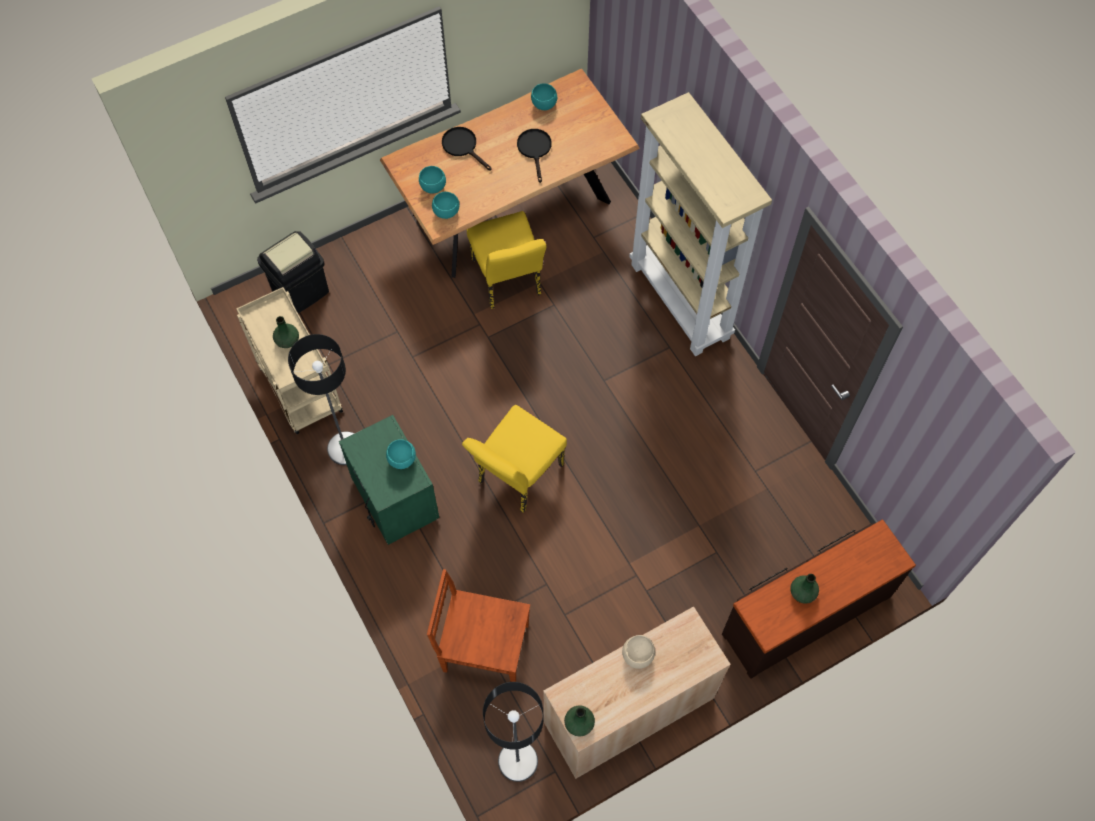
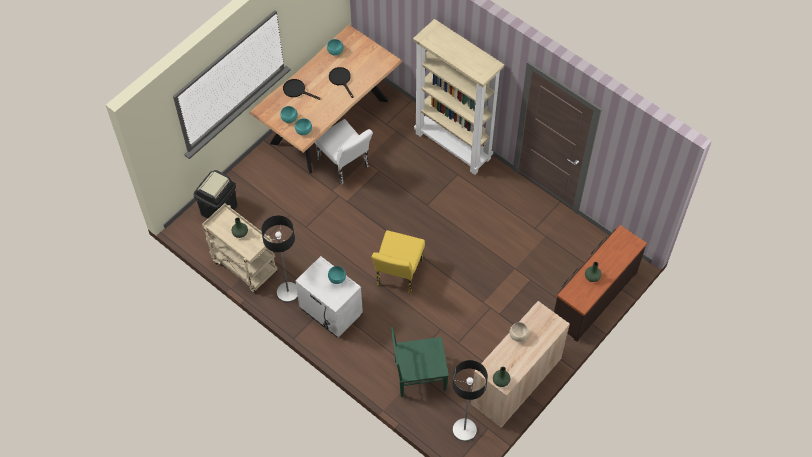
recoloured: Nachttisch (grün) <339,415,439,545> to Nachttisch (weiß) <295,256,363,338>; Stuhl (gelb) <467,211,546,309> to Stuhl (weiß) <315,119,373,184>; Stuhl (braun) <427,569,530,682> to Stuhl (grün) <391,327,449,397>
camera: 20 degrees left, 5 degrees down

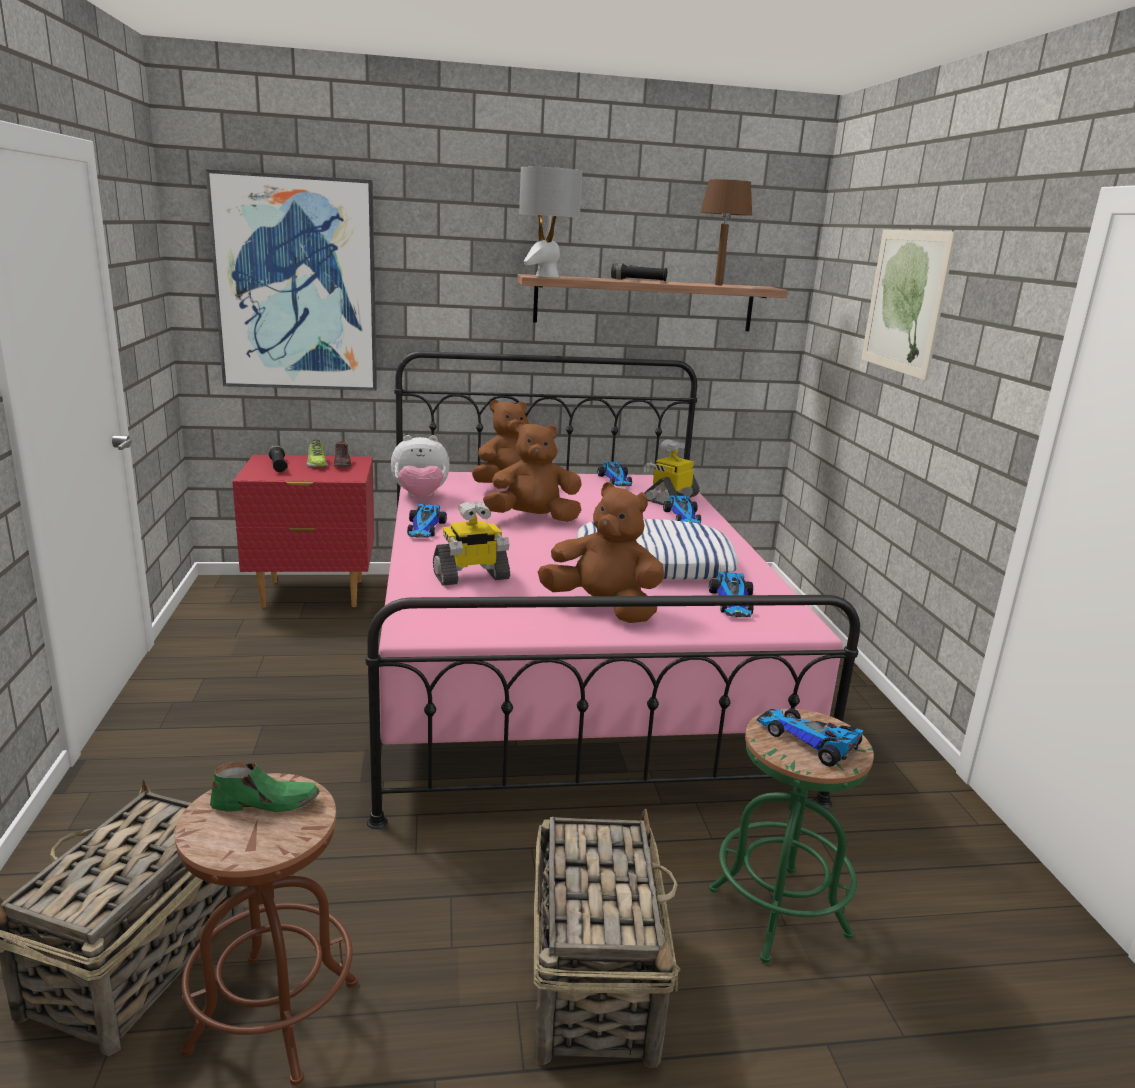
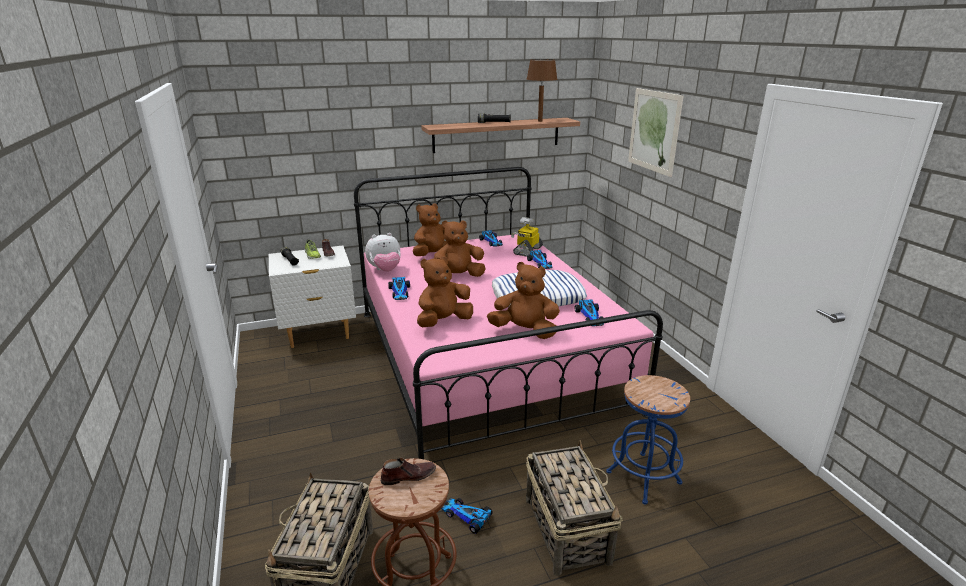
removed: Bild <205,169,377,391>; Tischlampe (grau) <519,167,582,278>
moved: Spielzeugauto <757,708,864,767> to <441,498,493,534>
replaced: Spielzeugroboter <433,501,510,586> to Plüschtier (braun) <417,256,473,327>
recoloured: Nachttisch (rot) <232,455,374,608> to Nachttisch (weiß) <269,246,356,348>; Schuh (grün) <210,762,320,812> to Schuh (braun) <381,458,436,485>; Hocker (grün) <709,709,874,963> to Hocker (blau) <606,375,690,505>
camera: 10 degrees left, 5 degrees up

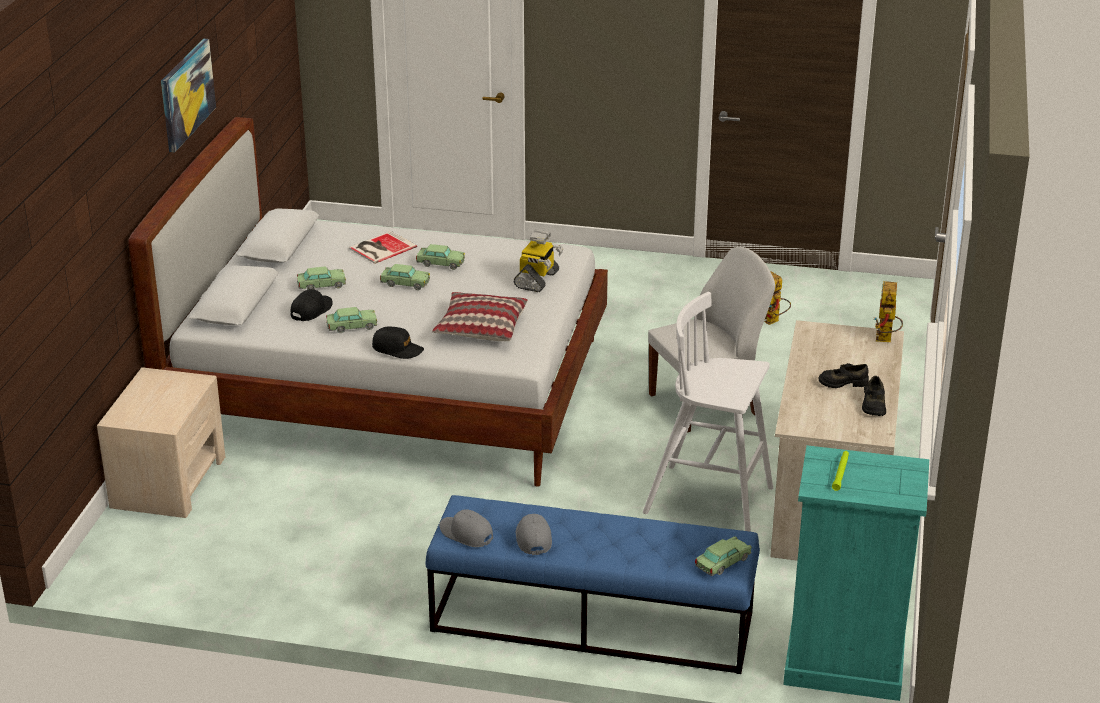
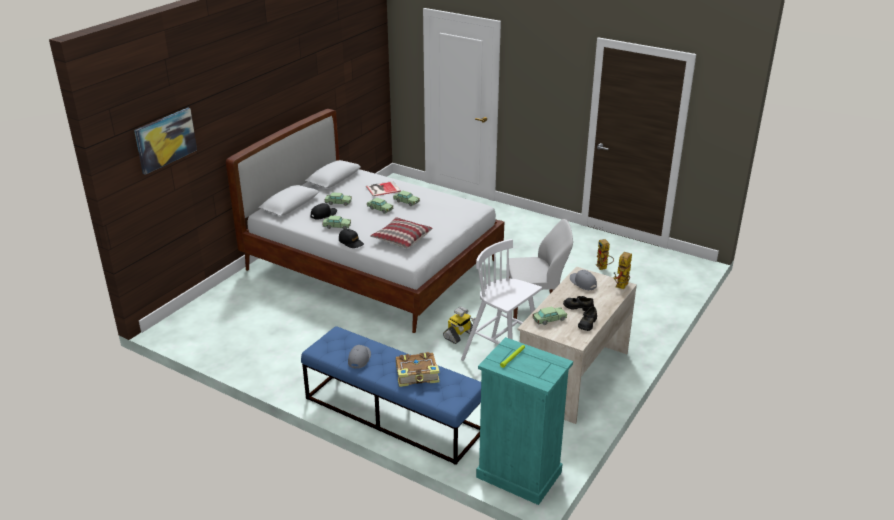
removed: Nachttisch (beige) <97,367,225,518>
added: Buch <396,352,440,387>
moved: Bild <161,39,216,152> to <134,108,197,175>; Spielzeugroboter <513,230,564,292> to <443,307,476,344>; Spielzeugauto <695,536,752,576> to <533,307,567,325>; Kappe (grau) <439,509,493,547> to <570,270,597,290>
camera: 20 degrees right, 0 degrees up

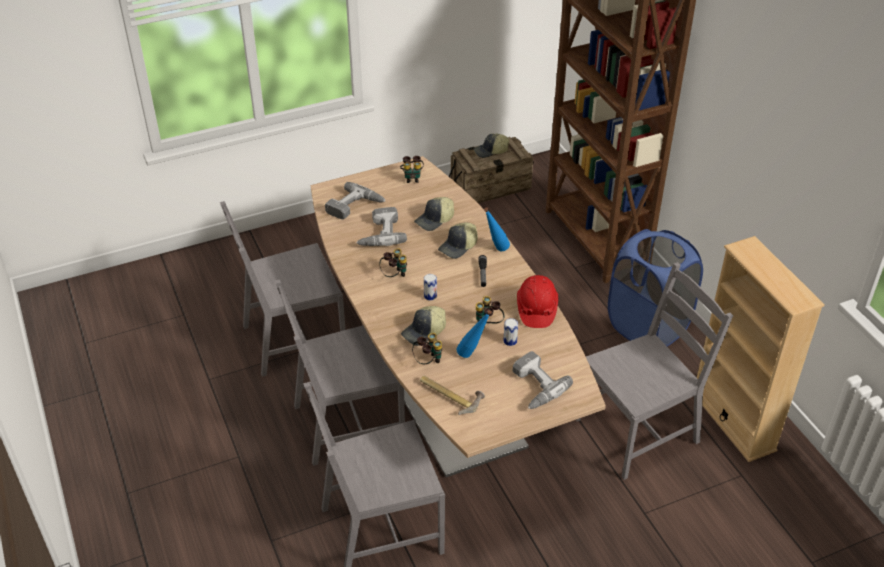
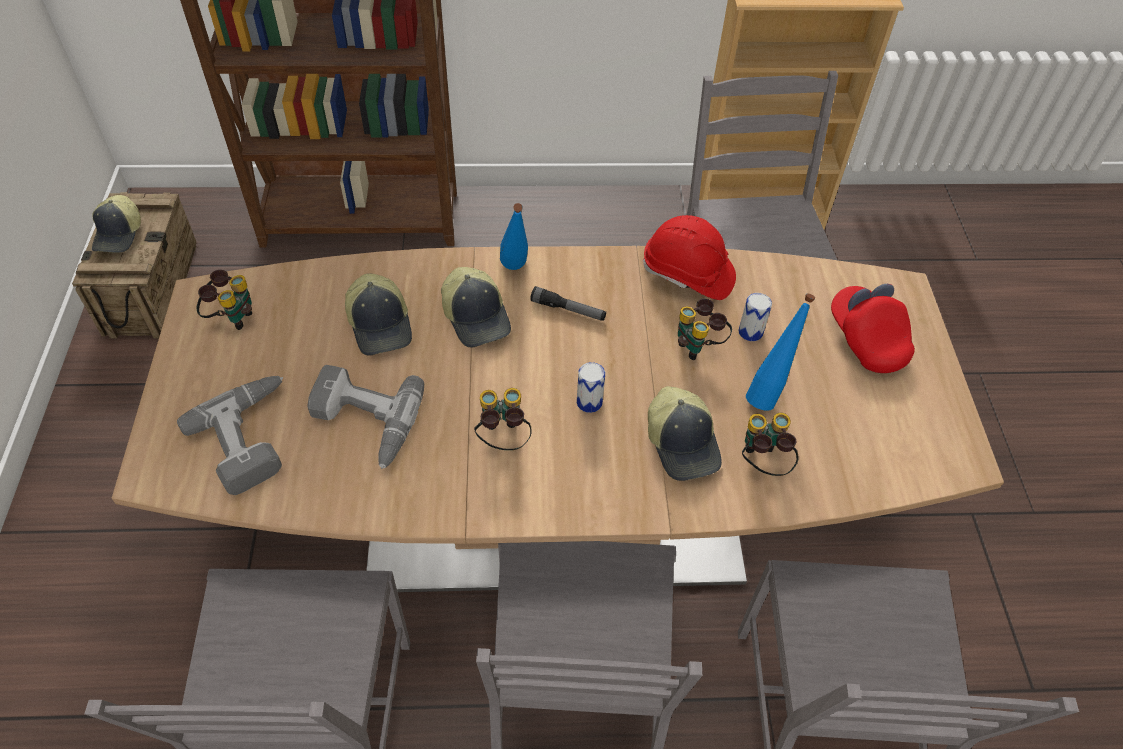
removed: Hammer <420,376,485,415>; Wäschekorb (blau) <608,229,703,347>
replaced: Bohrmaschine <513,351,573,409> to Kappe (rot) <831,284,915,373>
camera: 70 degrees left, 10 degrees up

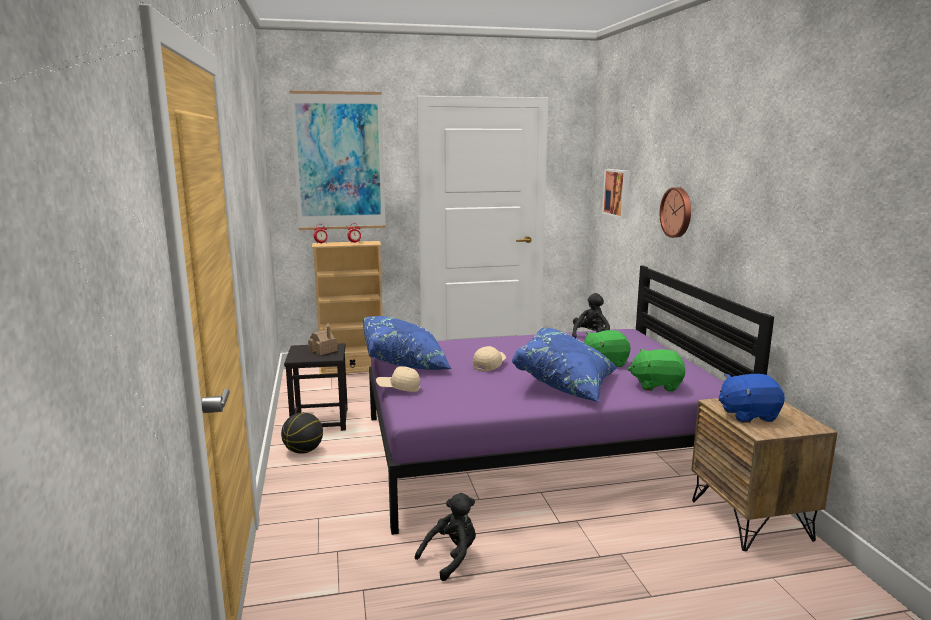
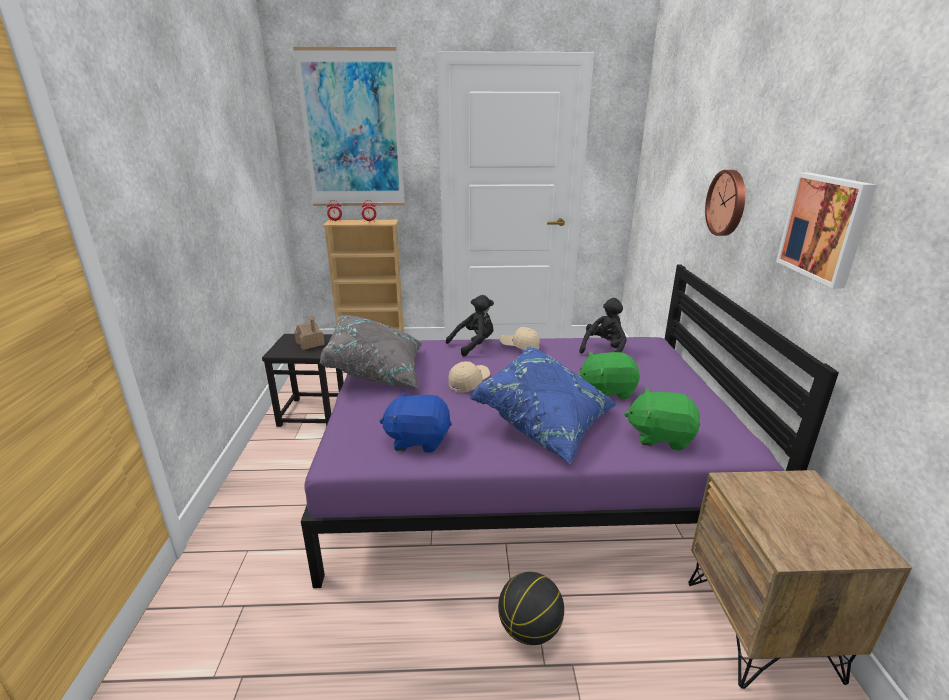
moved: Plüschtier (blau) <718,374,785,423> to <379,392,452,452>; Plüschtier (schwarz) <415,493,476,581> to <446,295,494,357>; Basketball <281,412,323,454> to <498,572,564,645>; Kappe (beige) <376,366,420,392> to <499,327,540,350>; Bild <602,169,630,219> to <776,173,877,288>
recoloured: Kissen (blau) <362,316,451,370> to Kissen (grau) <320,315,423,388>
camera: 10 degrees right, 10 degrees up

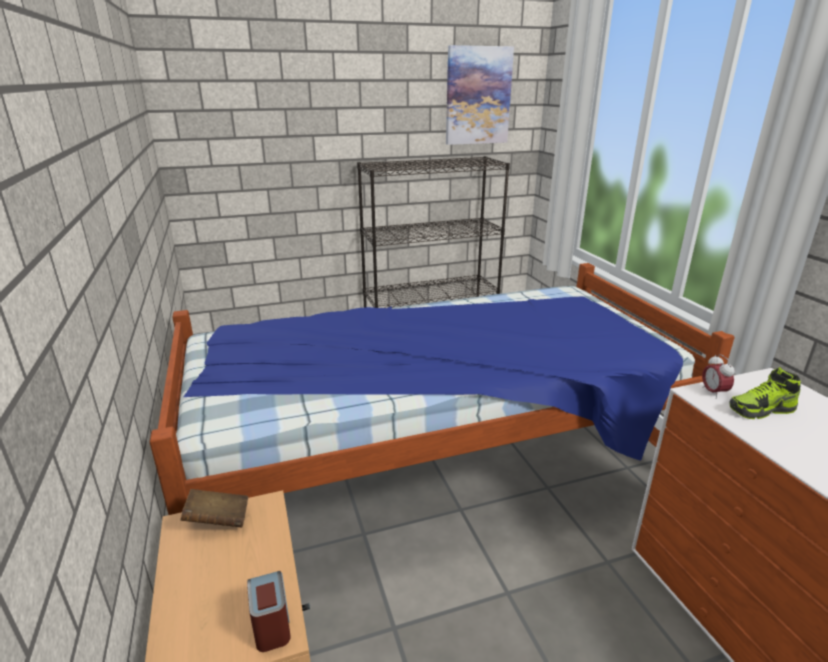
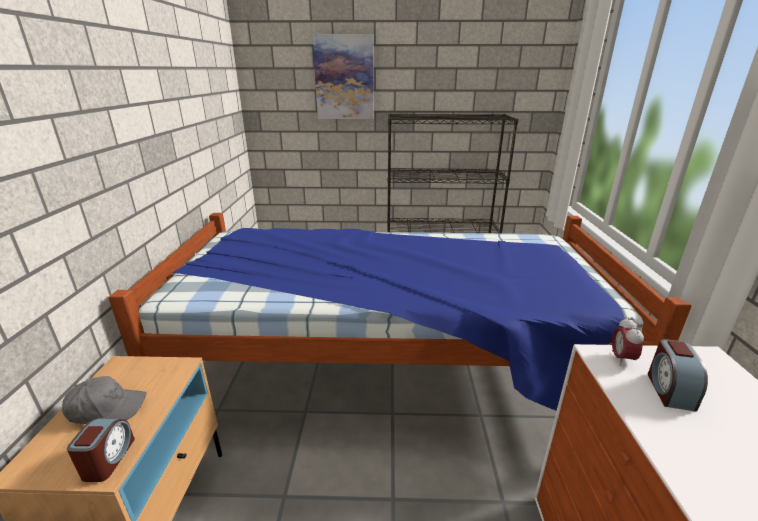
removed: Buch (braun) <180,489,248,528>
added: Kappe (grau) <62,376,146,424>
moved: Bild <446,45,514,145> to <312,34,374,119>
replaced: Schuh <729,367,801,419> to Wecker <648,339,708,412>
camera: 20 degrees right, 0 degrees up

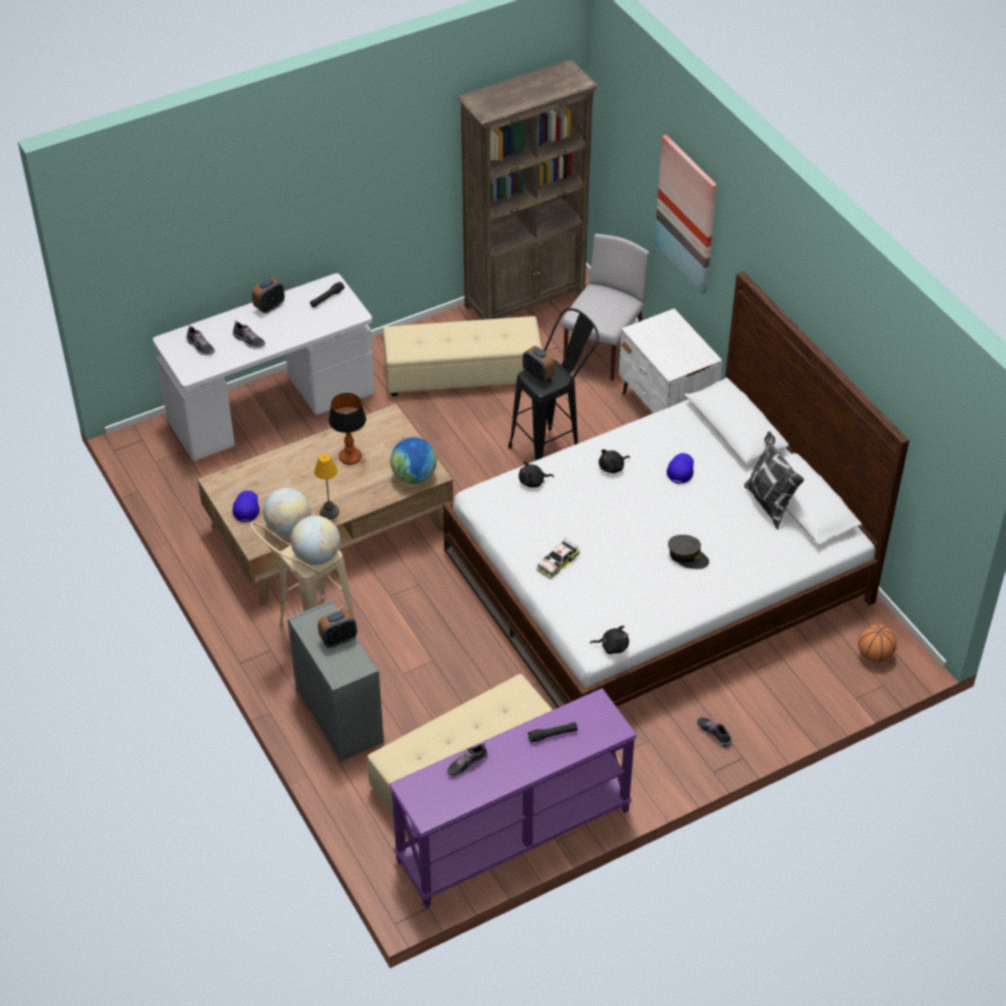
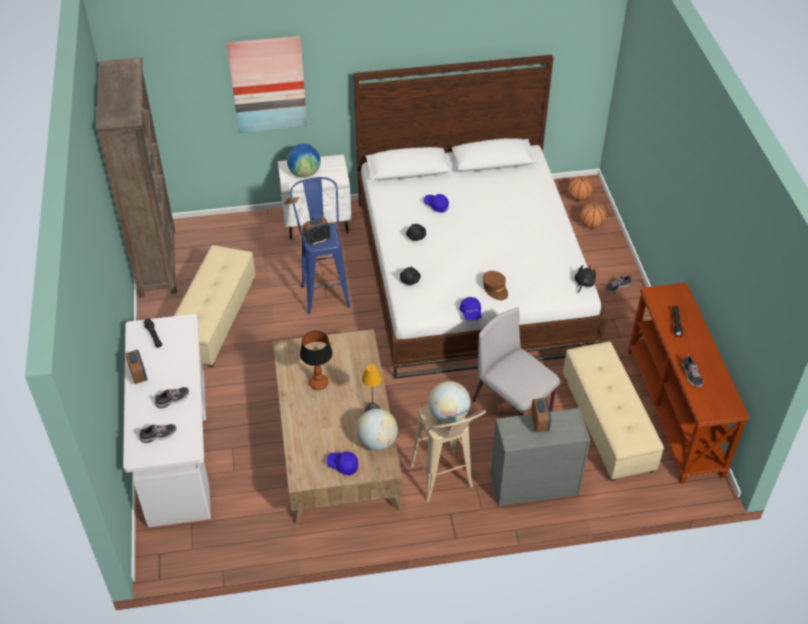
removed: Kappe (grau) <668,535,709,569>; Kissen <744,432,804,530>
added: Kappe (blau) <459,297,482,320>; Basketball <580,203,606,229>
moved: Globus <390,437,437,484> to <287,144,321,178>; Stuhl (grau) <561,234,649,381> to <472,307,560,416>
replaced: Spielzeugauto <537,537,580,579> to Kappe (braun) <483,271,508,300>
recoloured: Hocker (schwarz) <508,308,599,461> to Hocker (blau) <290,177,350,314>; Konsolentisch (lila) <389,688,637,908> to Konsolentisch (braun) <628,283,750,484>
camera: 70 degrees left, 0 degrees up

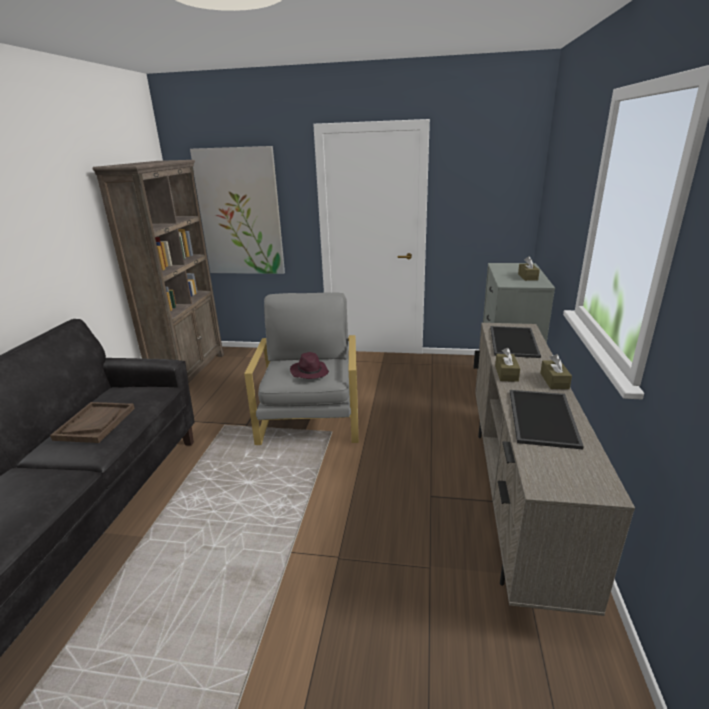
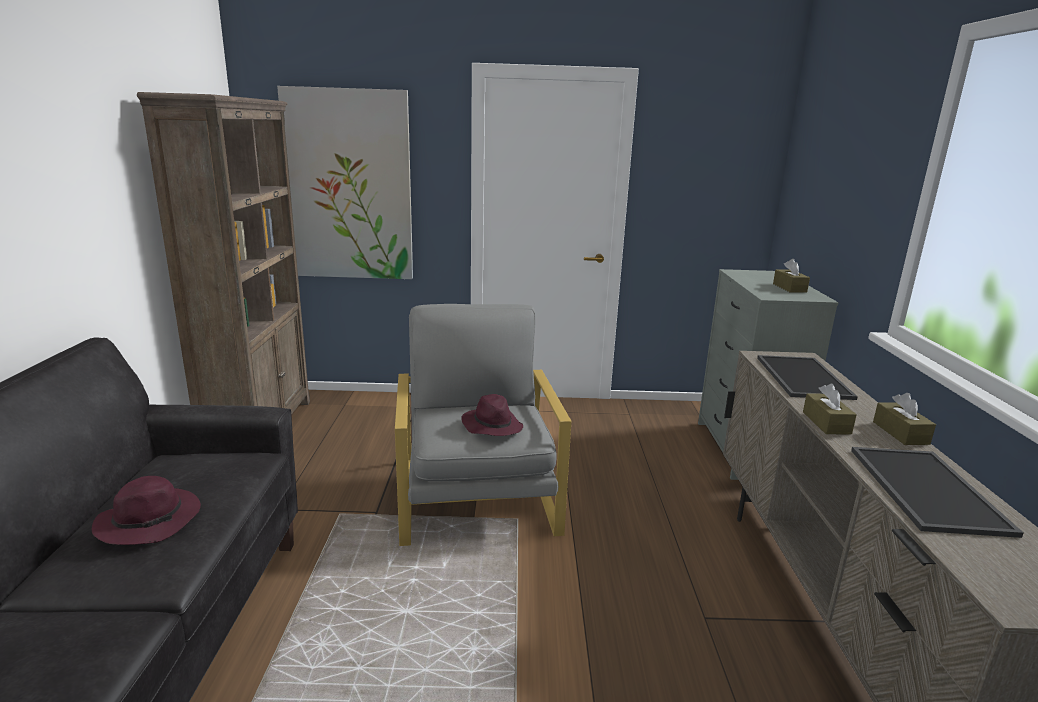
replaced: Tablett (braun) <50,402,135,443> to Hut (lila) <92,476,201,545>
camera: 10 degrees left, 5 degrees down

